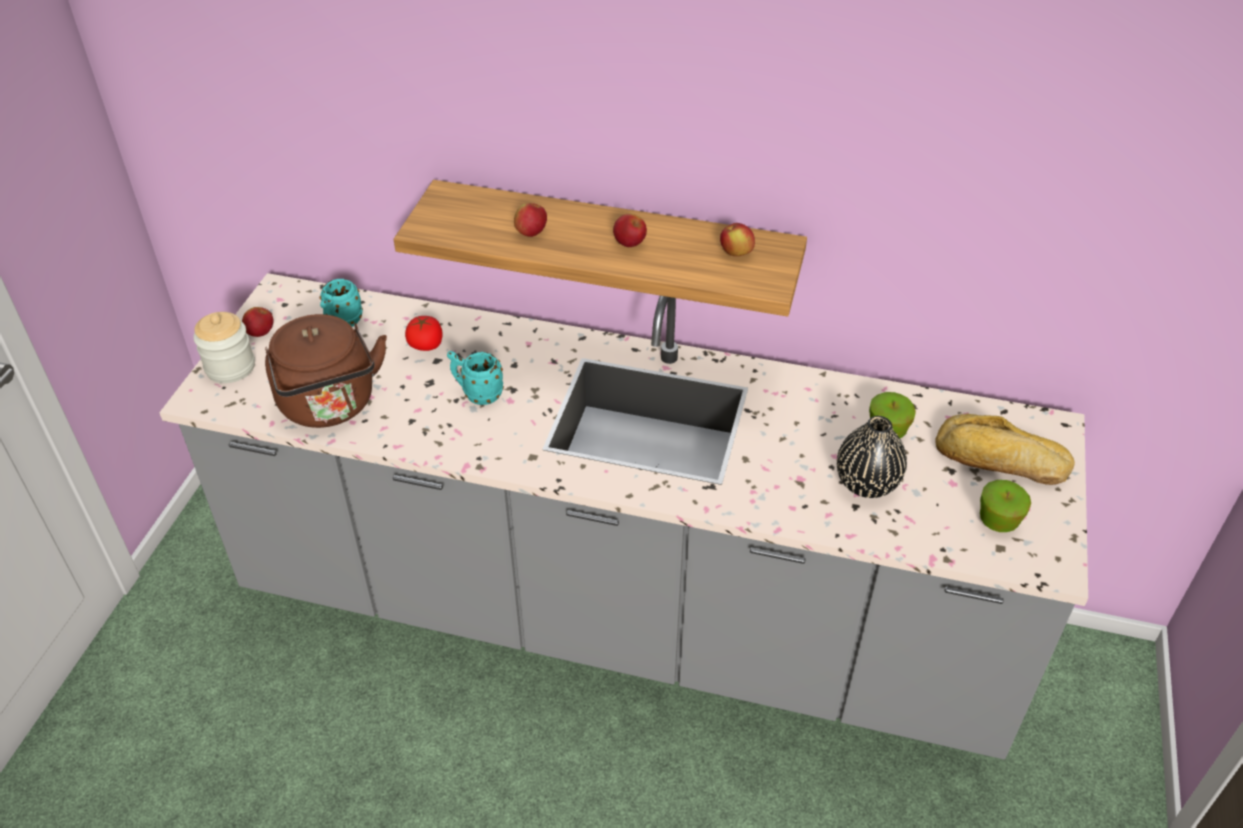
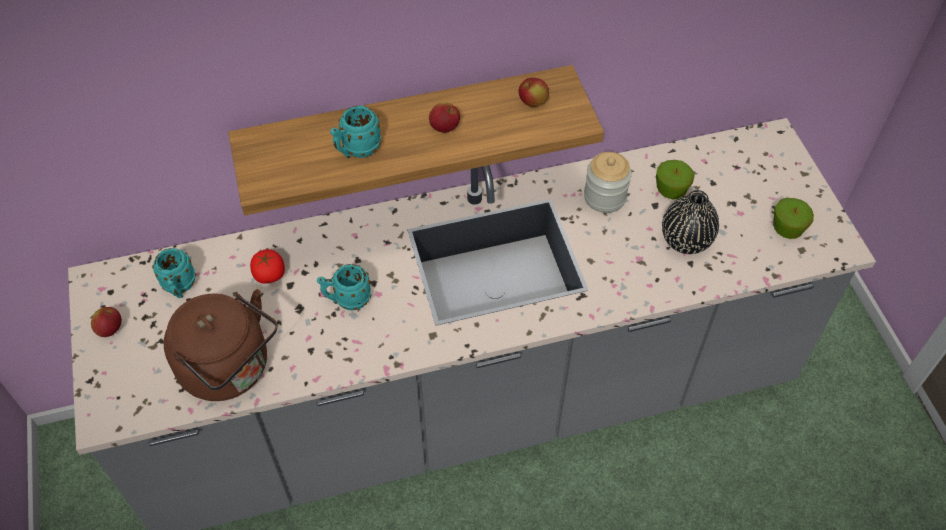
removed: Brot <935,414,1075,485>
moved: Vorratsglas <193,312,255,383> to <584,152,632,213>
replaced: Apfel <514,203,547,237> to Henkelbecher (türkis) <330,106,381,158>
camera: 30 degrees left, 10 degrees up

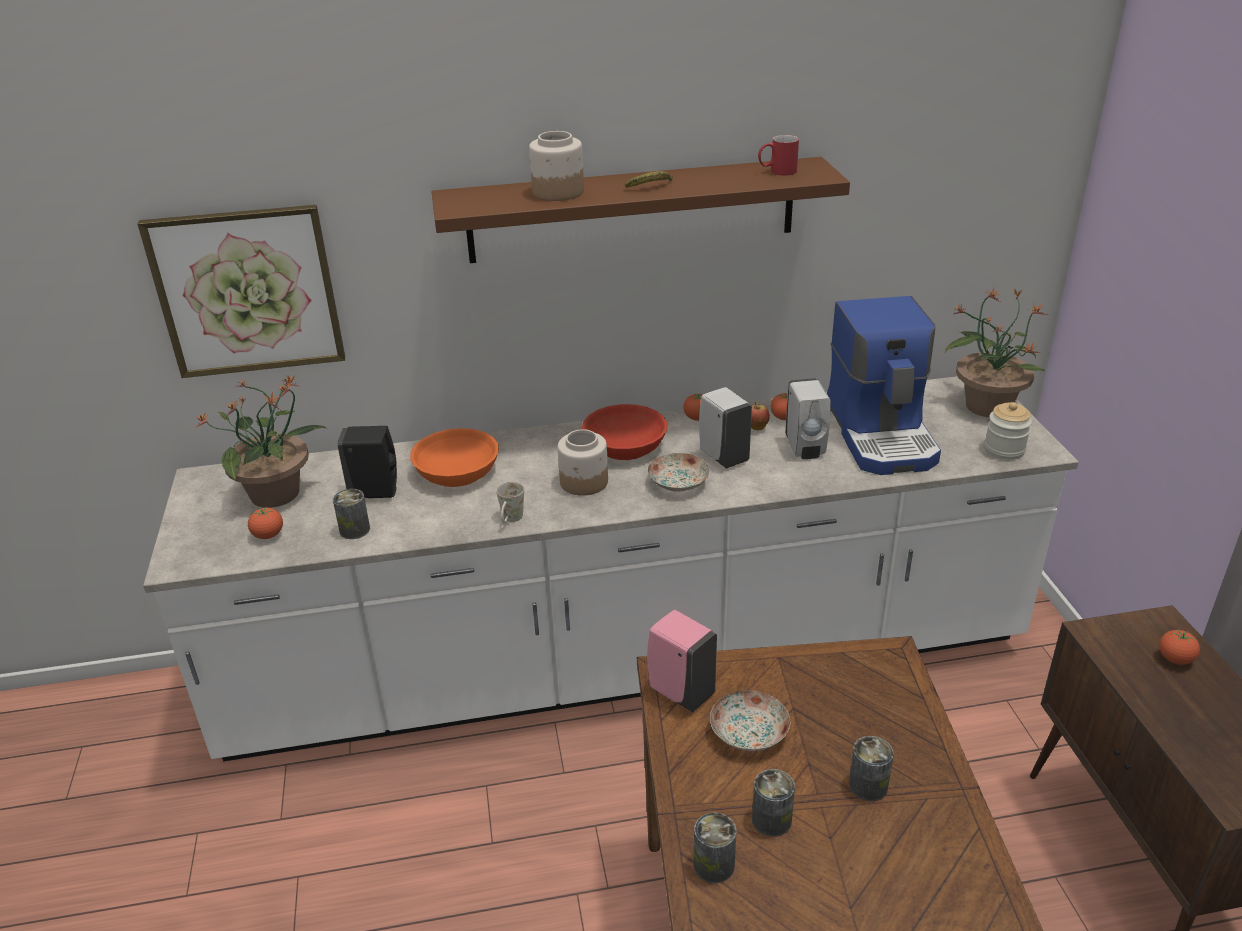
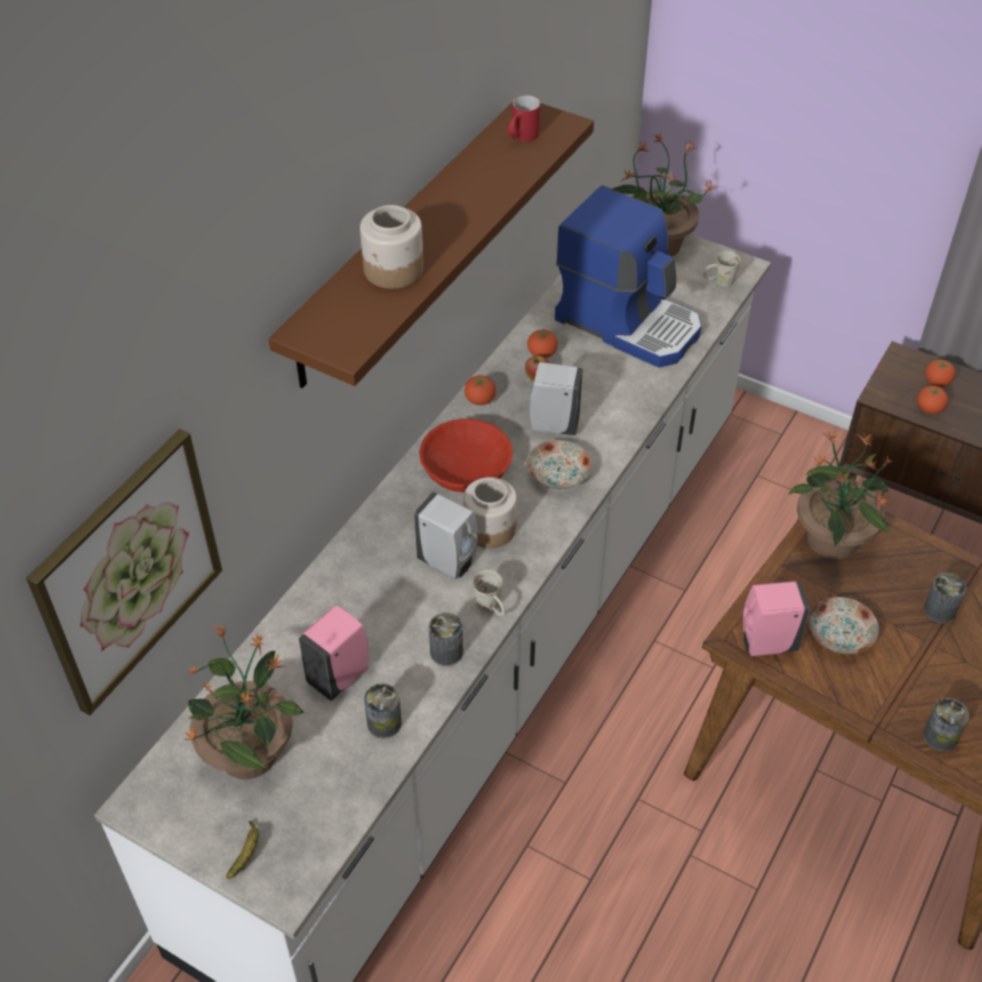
removed: Schüssel (orange) <410,428,499,487>
added: Topfpflanze <789,431,891,559>
moved: Banane <625,171,673,187> to <226,821,259,879>; Seifenspender (weiß) <785,378,831,459> to <414,492,478,579>; Dose <752,769,795,837> to <429,613,463,666>; Tomate <248,507,283,539> to <917,386,948,414>
replaced: Vorratsglas <984,402,1032,460> to Henkelbecher (weiß) <703,251,741,287>
recoloured: Seifenspender (schwarz) <337,426,397,498> to Seifenspender (rosa) <299,605,369,701>
camera: 50 degrees left, 15 degrees up

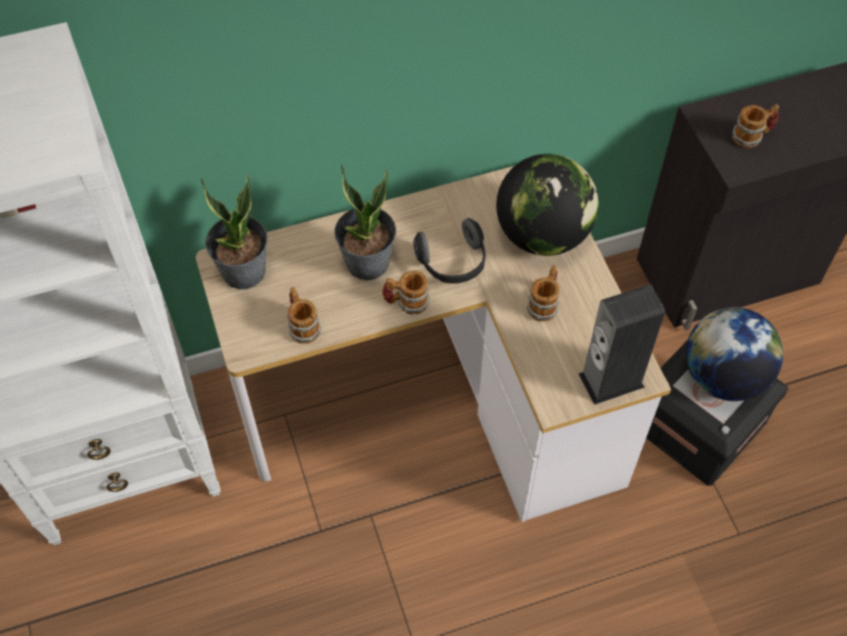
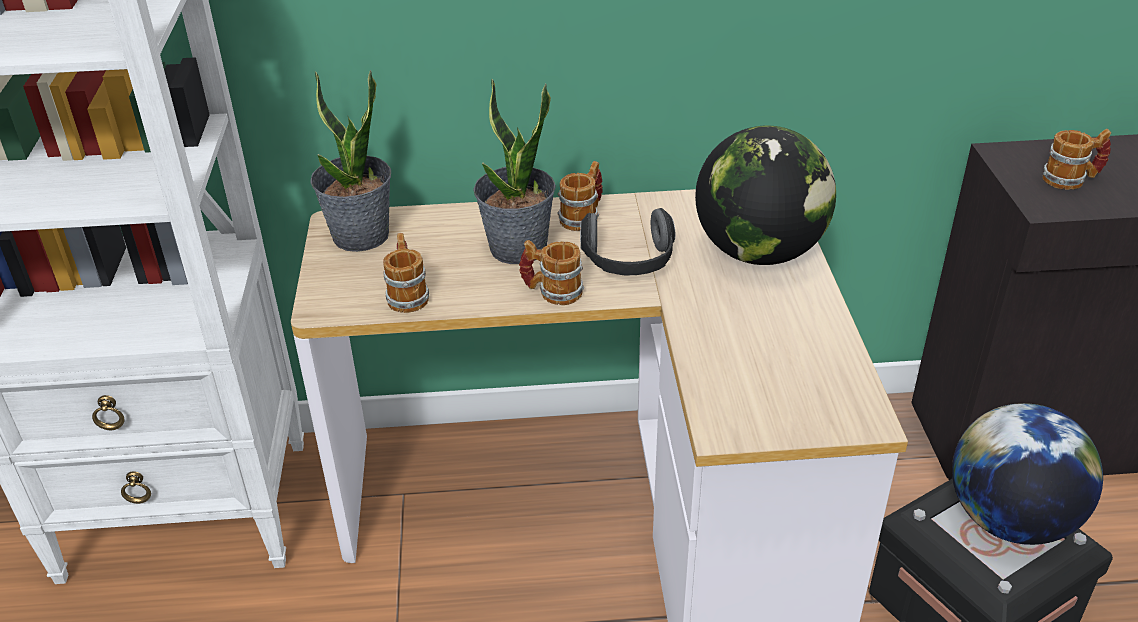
removed: Lautsprecher <579,284,665,405>
moved: Henkelbecher <526,265,560,321> to <557,161,603,231>
camera: 15 degrees right, 20 degrees down

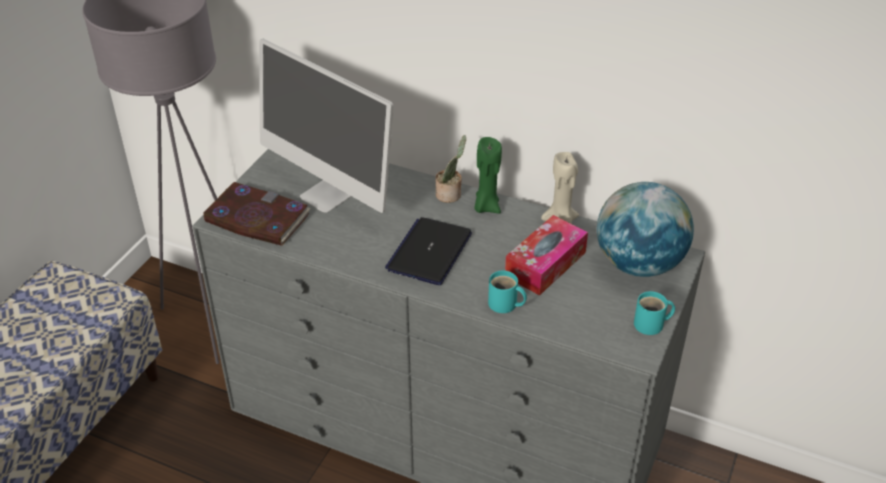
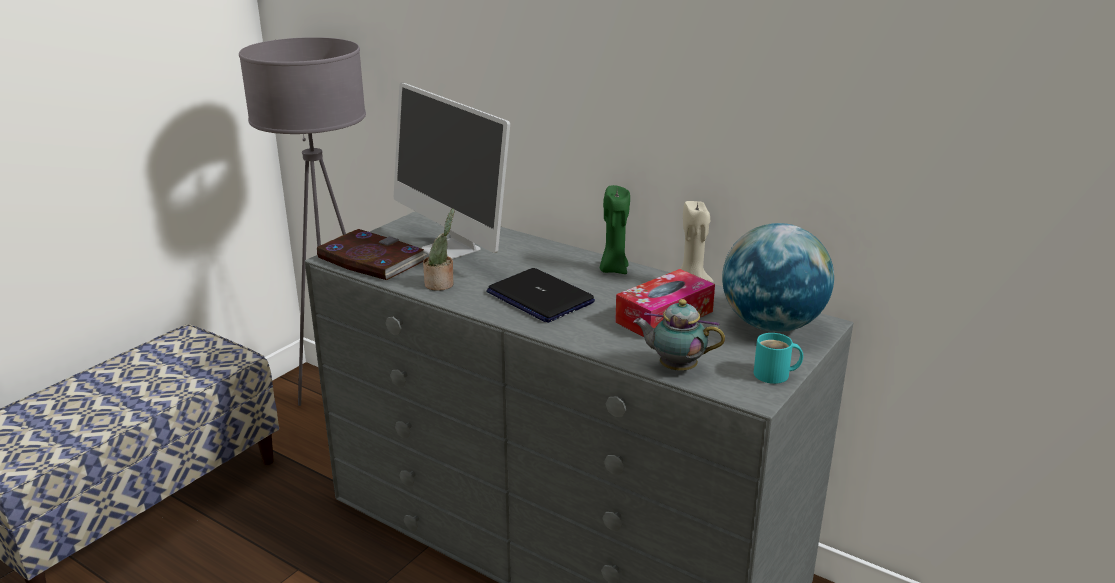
removed: Henkelbecher (türkis) <488,271,527,313>
added: Teekanne <633,299,725,371>
moved: Topfpflanze <436,135,466,203> to <423,209,454,291>
turned: Laptop <385,217,472,285> = <486,268,595,323> 75 degrees counterclockwise
camera: 10 degrees right, 15 degrees down

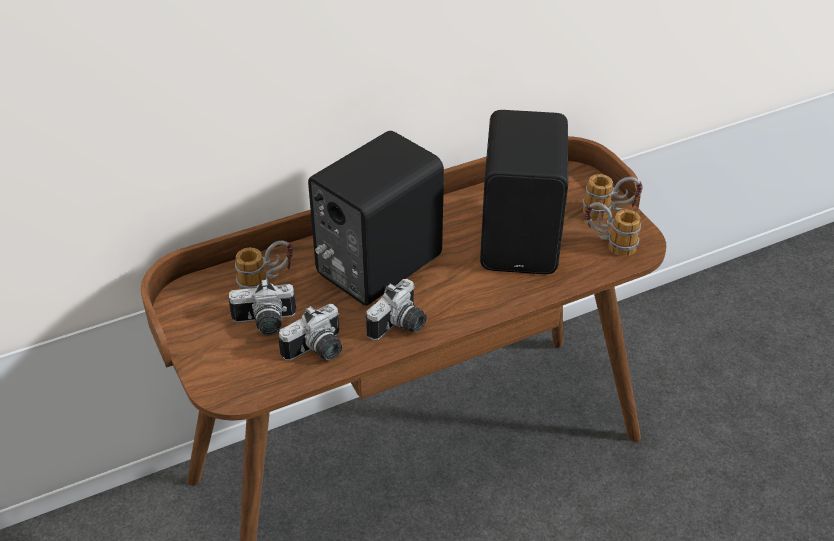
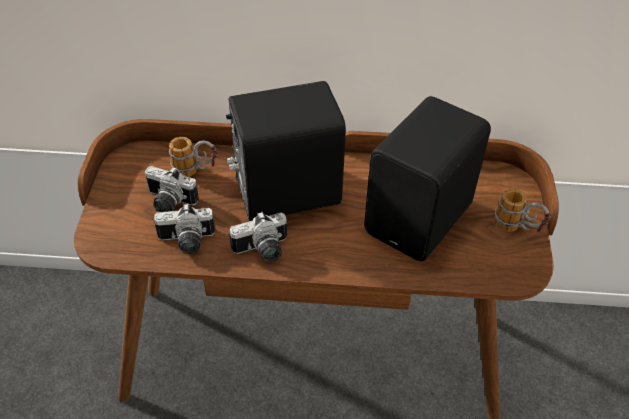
removed: Henkelbecher <585,202,641,256>
camera: 30 degrees right, 5 degrees up

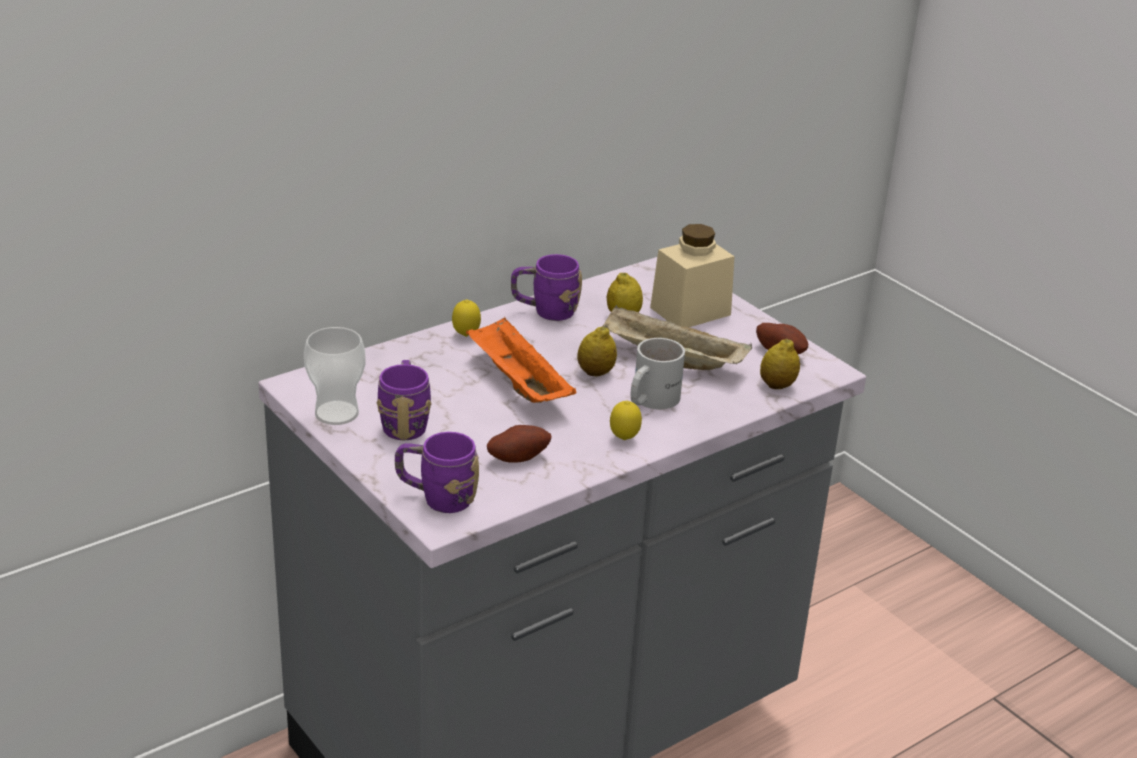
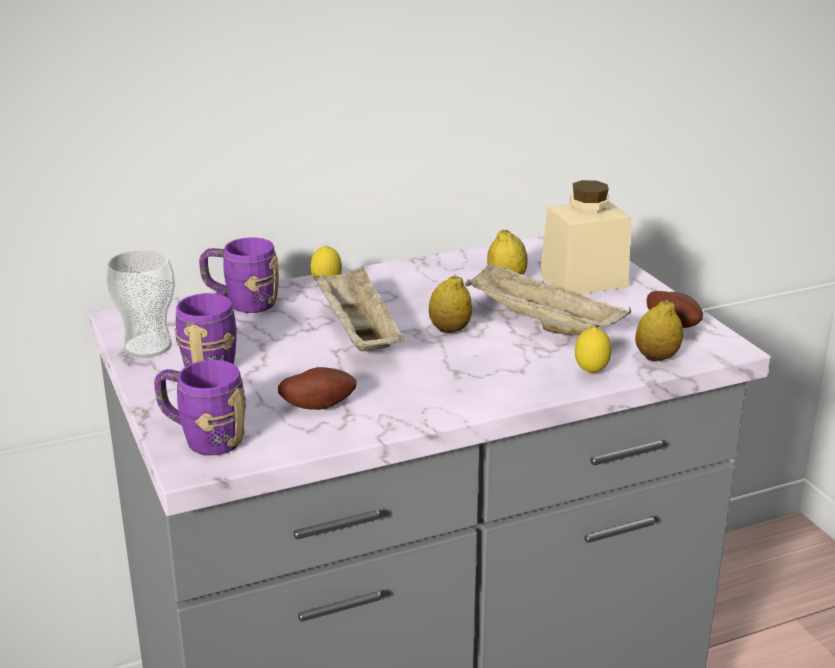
removed: Henkelbecher (weiß) <631,338,685,409>
moved: Henkelbecher (lila) <511,254,582,321> to <199,237,279,313>; Zitrone <610,401,642,440> to <575,327,611,374>
recoloured: Tablett (orange) <466,317,577,403> to Tablett (beige) <314,265,405,351>
camera: 15 degrees right, 5 degrees down

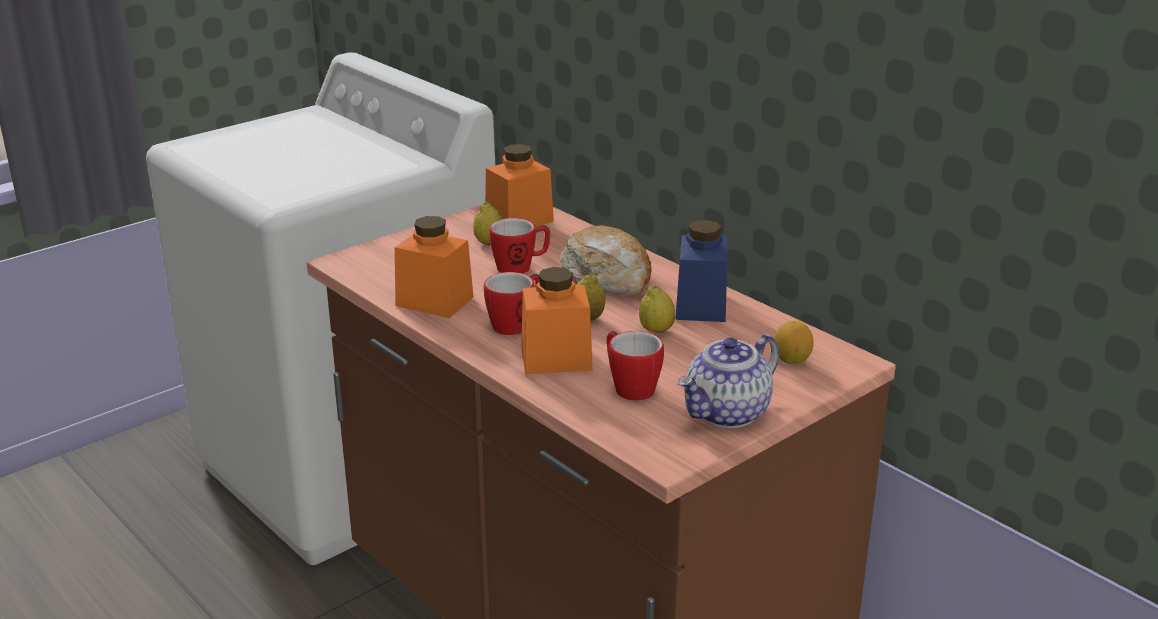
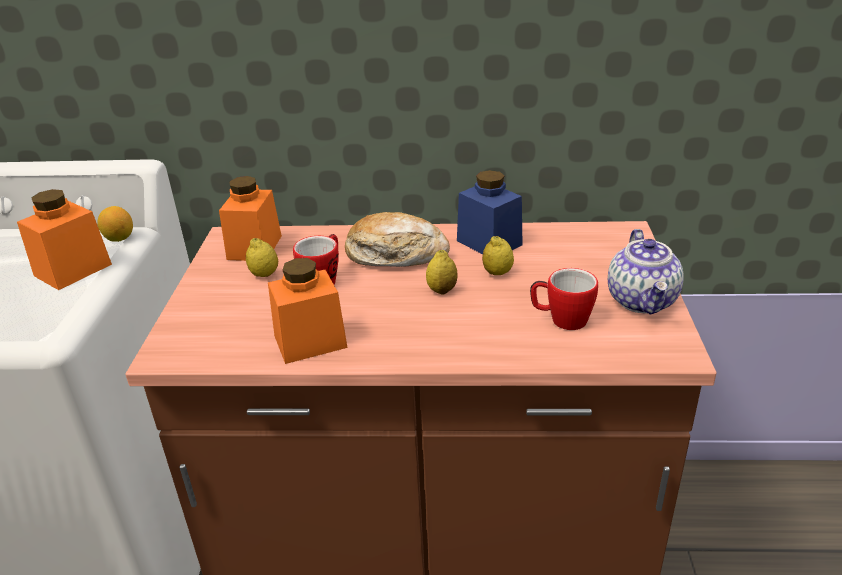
removed: Henkelbecher <484,272,539,335>
moved: Vorratsglas (orange) <521,267,593,374> to <17,189,112,290>; Zitrone <774,321,814,364> to <97,206,133,242>
camera: 45 degrees left, 5 degrees up

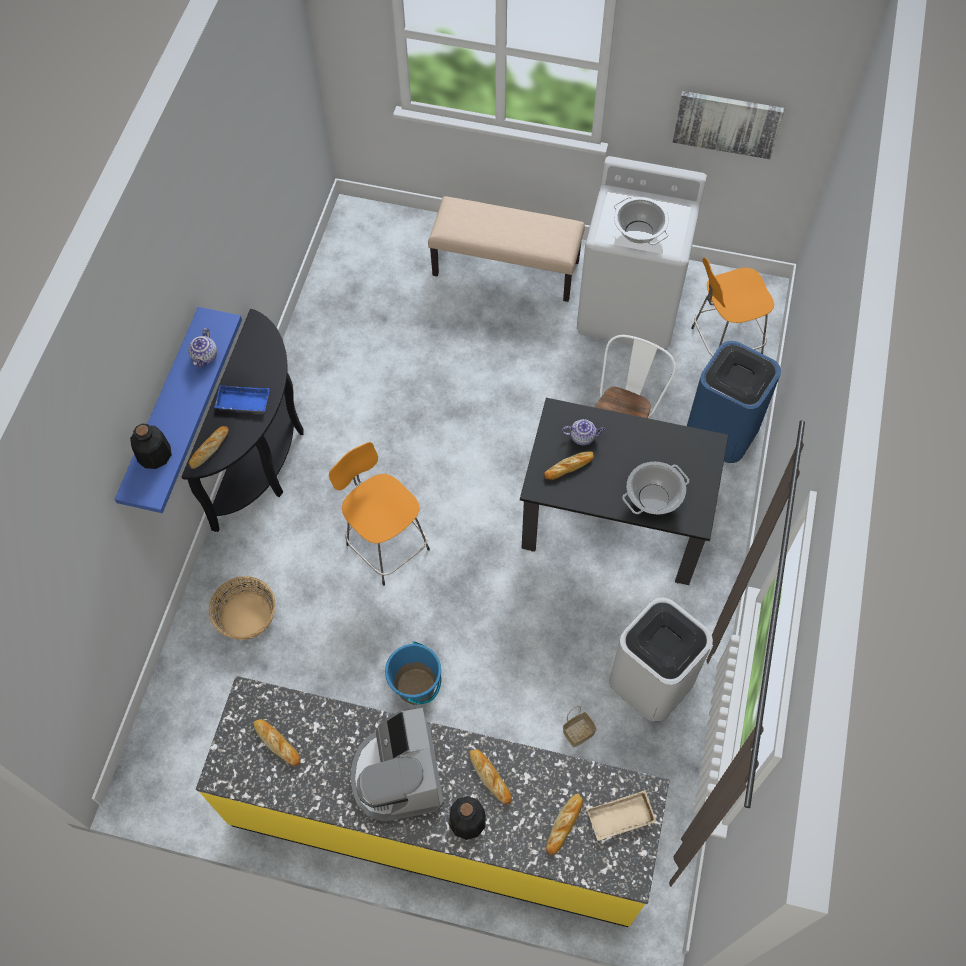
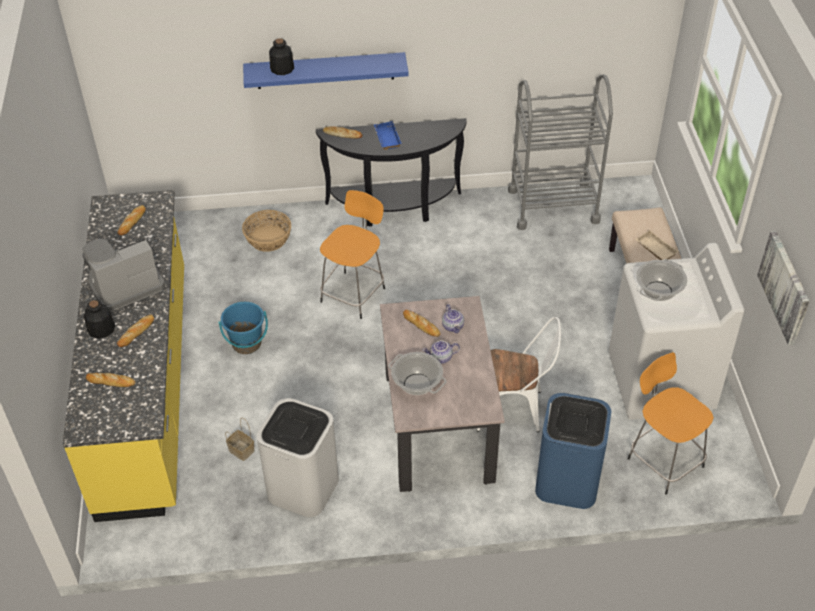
added: Rollwagen (grau) <508,74,613,230>
moved: Teekanne <188,328,217,367> to <423,341,460,364>; Tablett (beige) <587,790,657,841> to <635,230,678,260>
recoloured: Esstisch (schwarz) <520,398,728,585> to Esstisch (beige) <380,296,505,492>
camera: 70 degrees right, 15 degrees down

